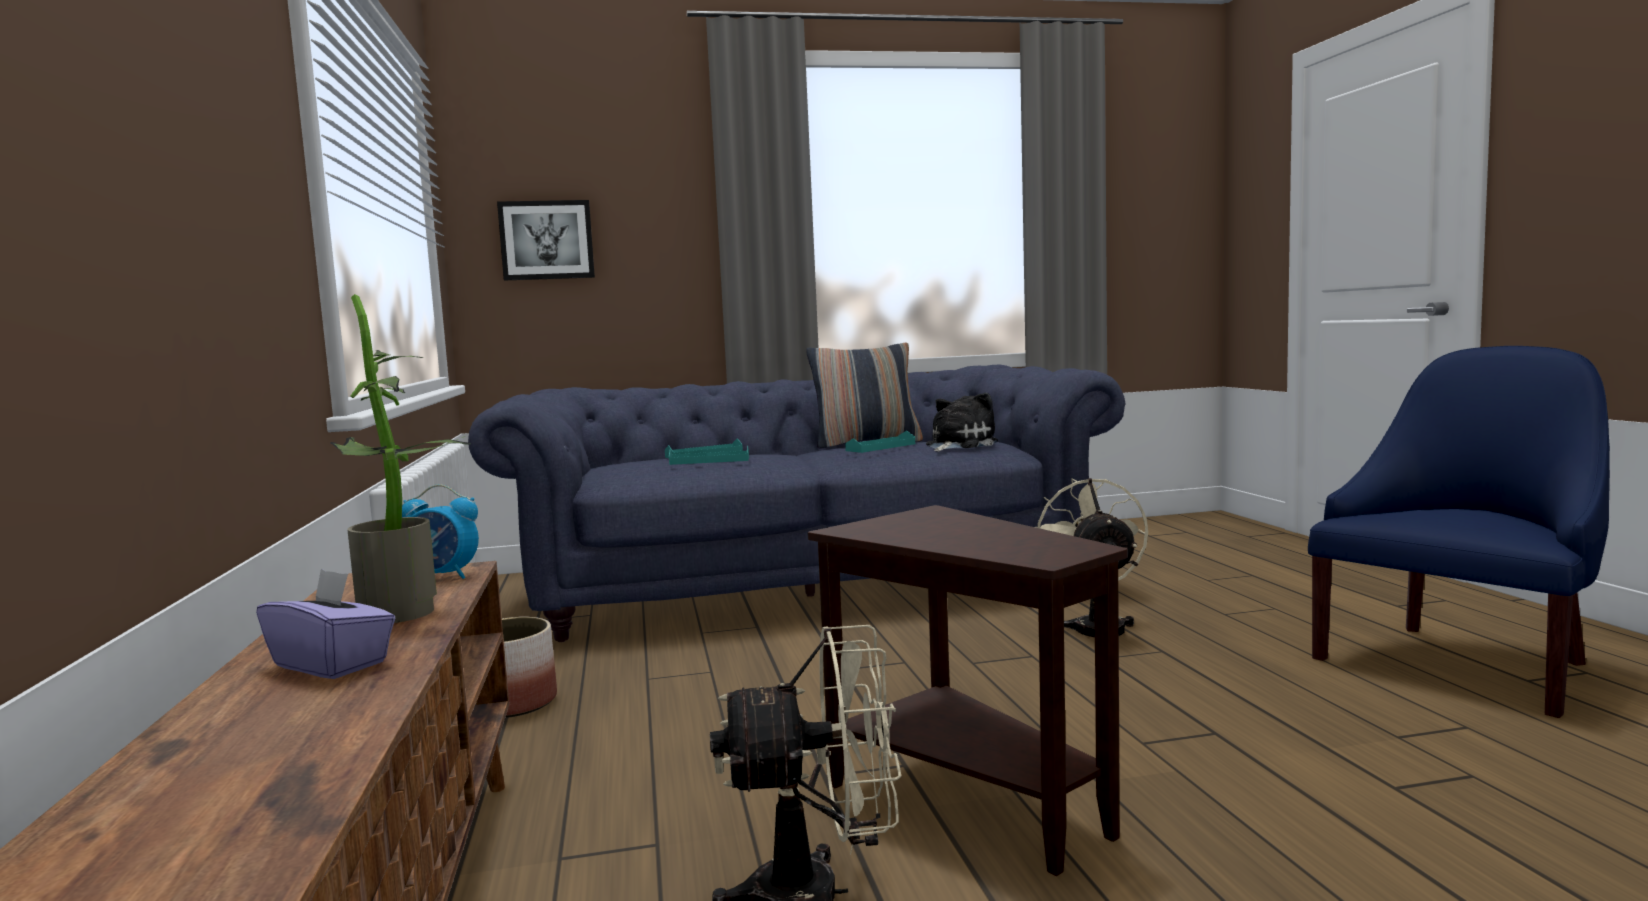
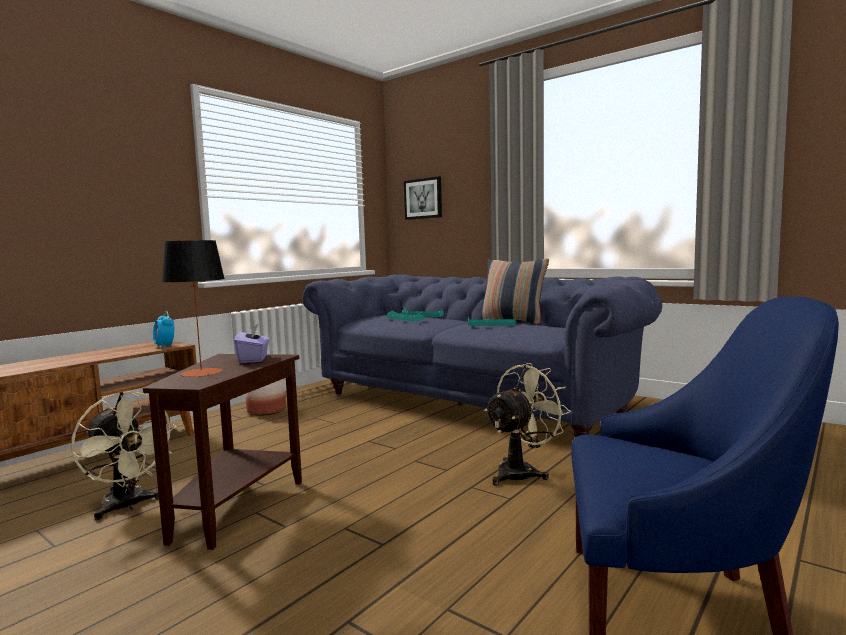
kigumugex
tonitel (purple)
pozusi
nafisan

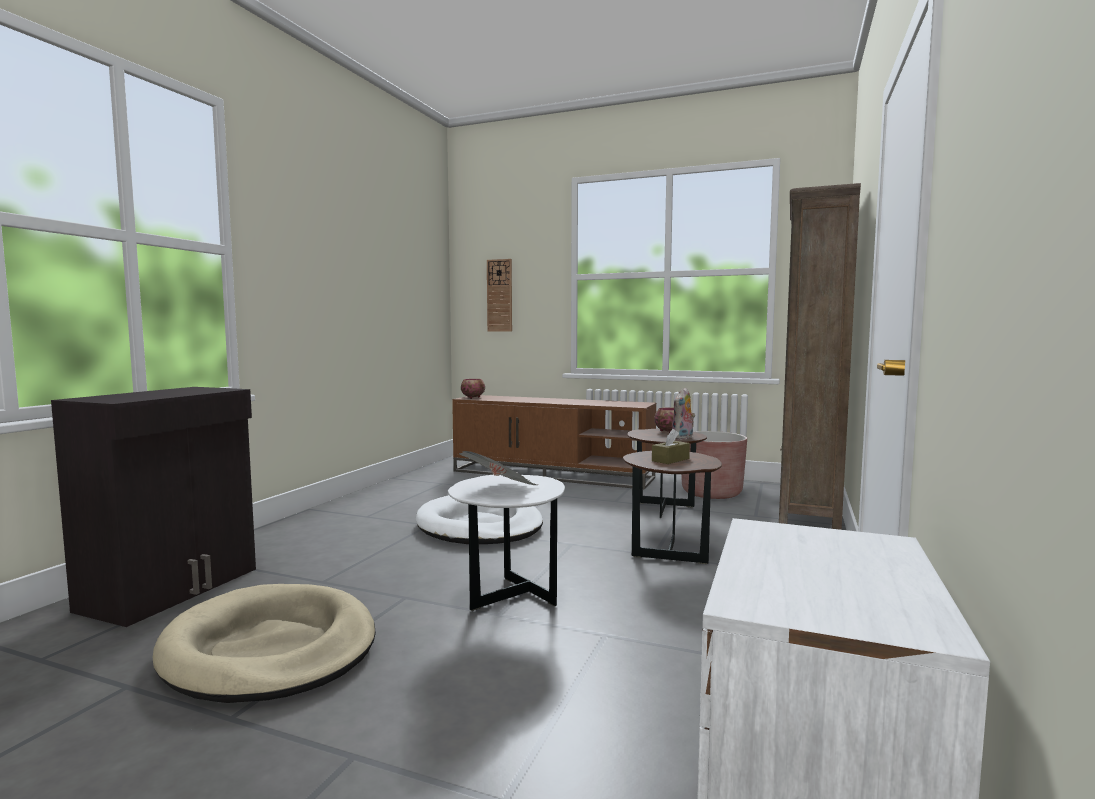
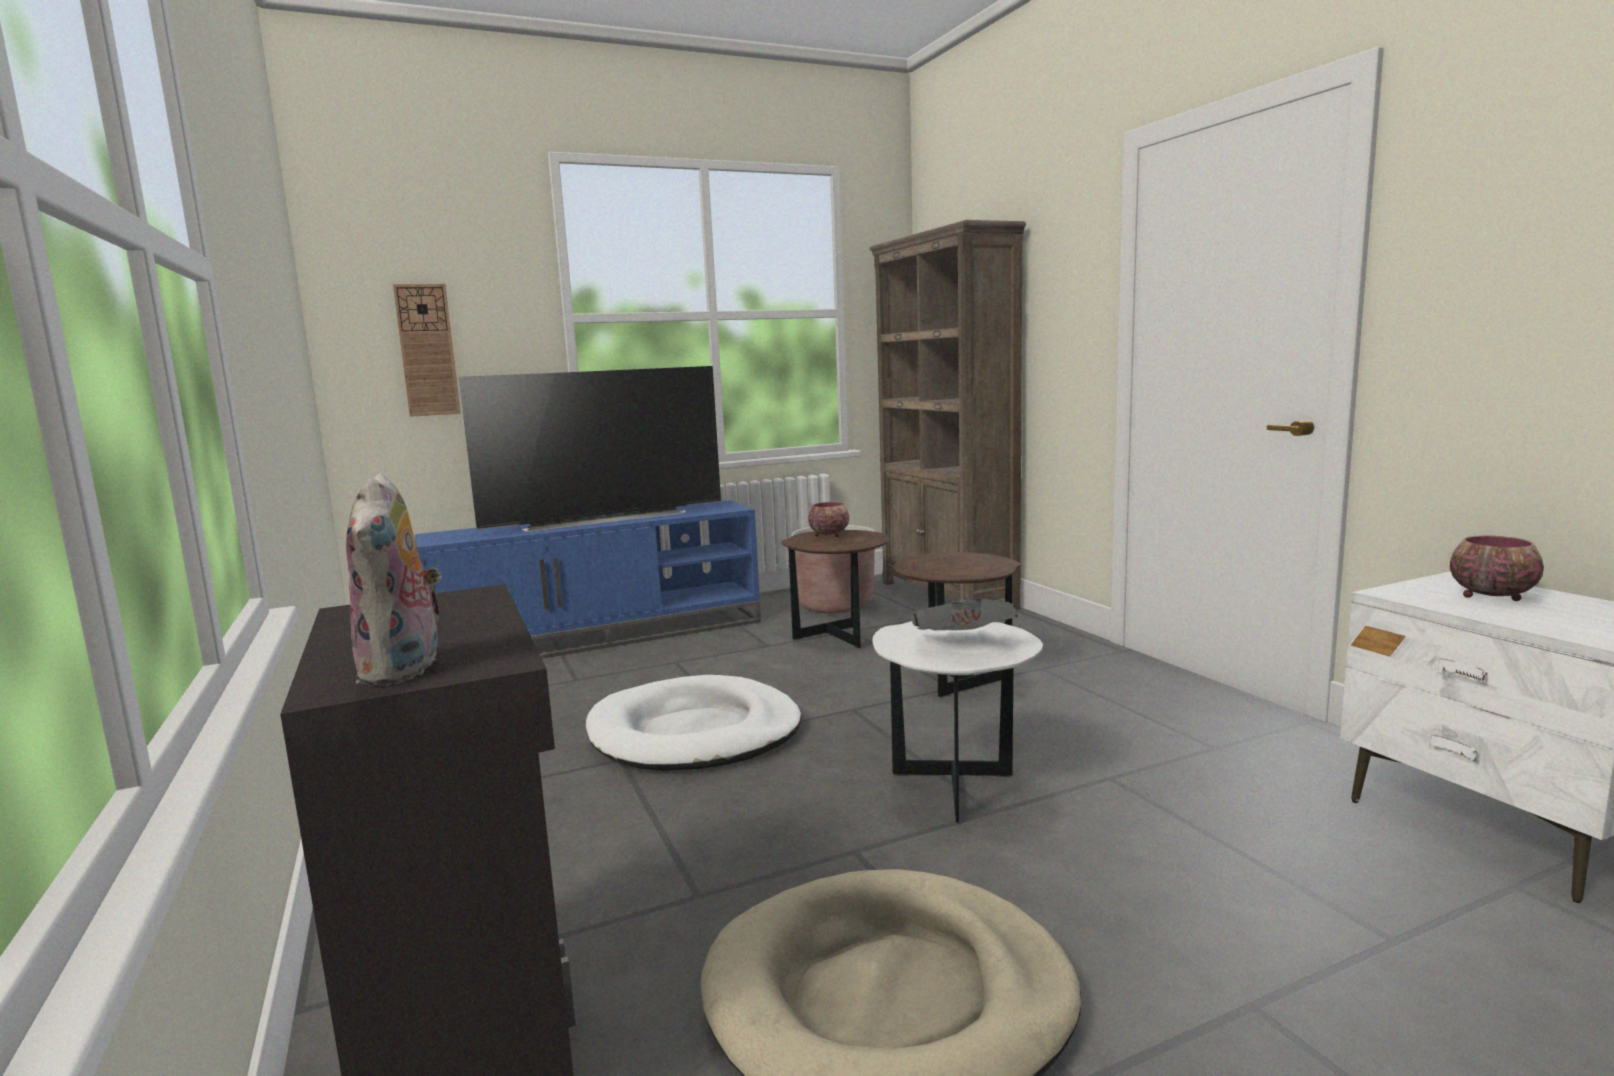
nafisan
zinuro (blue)
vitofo
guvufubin (no. 2 from left)
tonitel (brown)

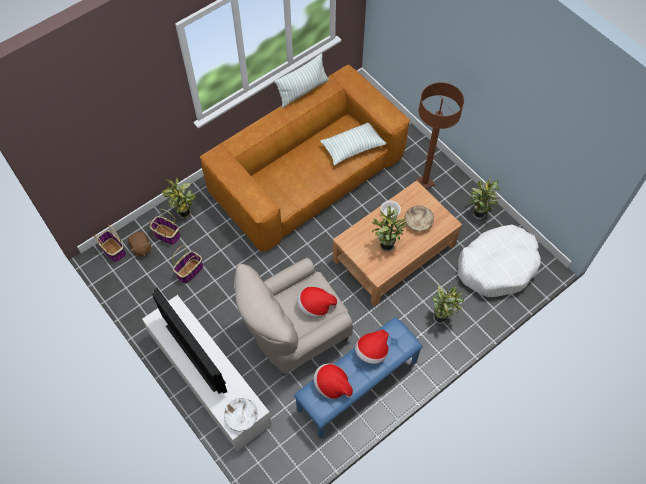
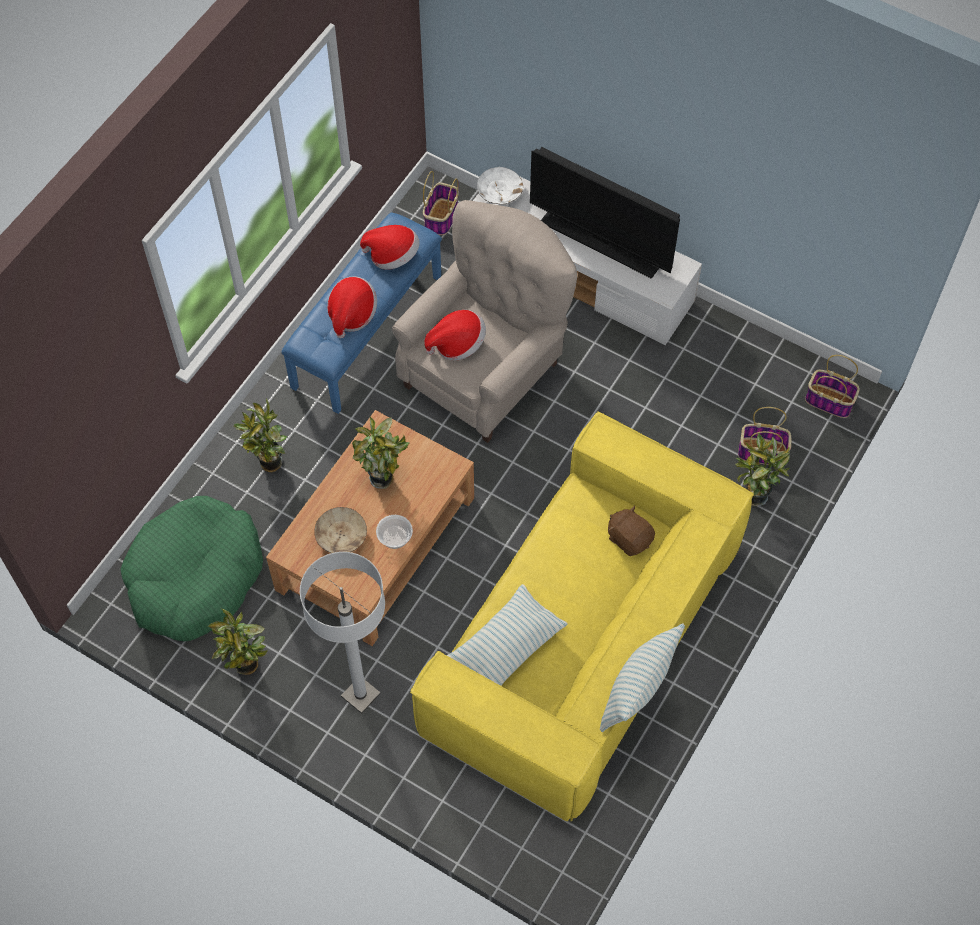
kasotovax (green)
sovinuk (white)
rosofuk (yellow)
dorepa (no. 1 from left)
nafisan (brown)

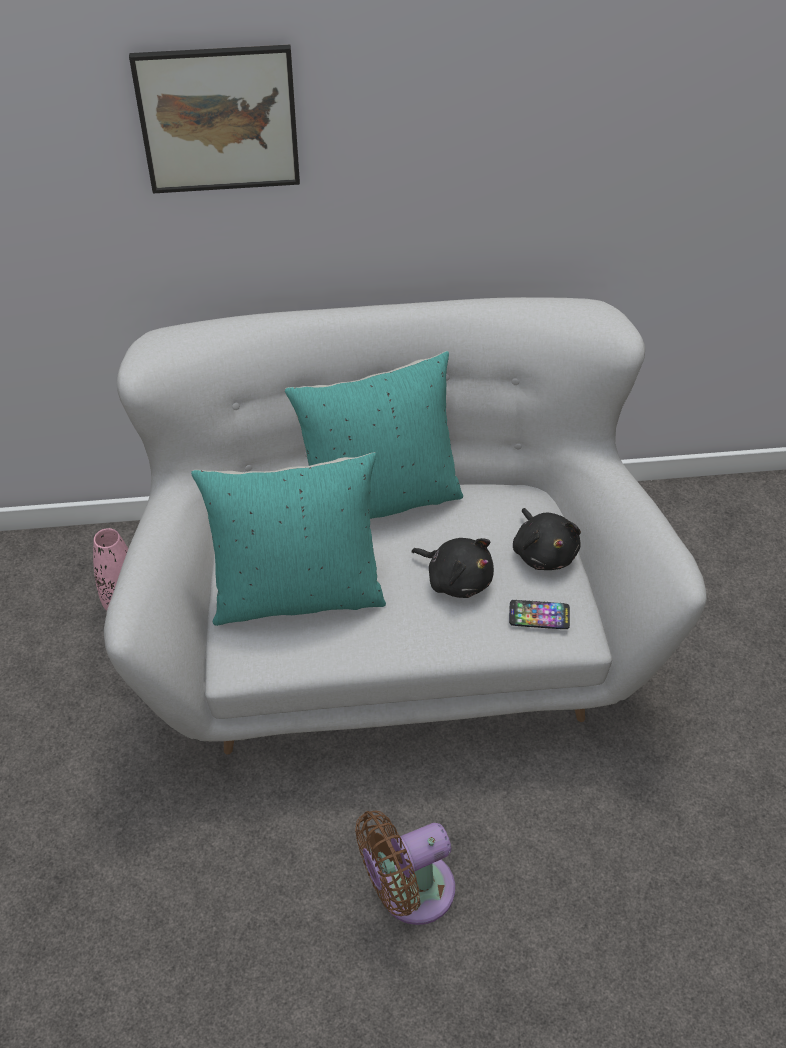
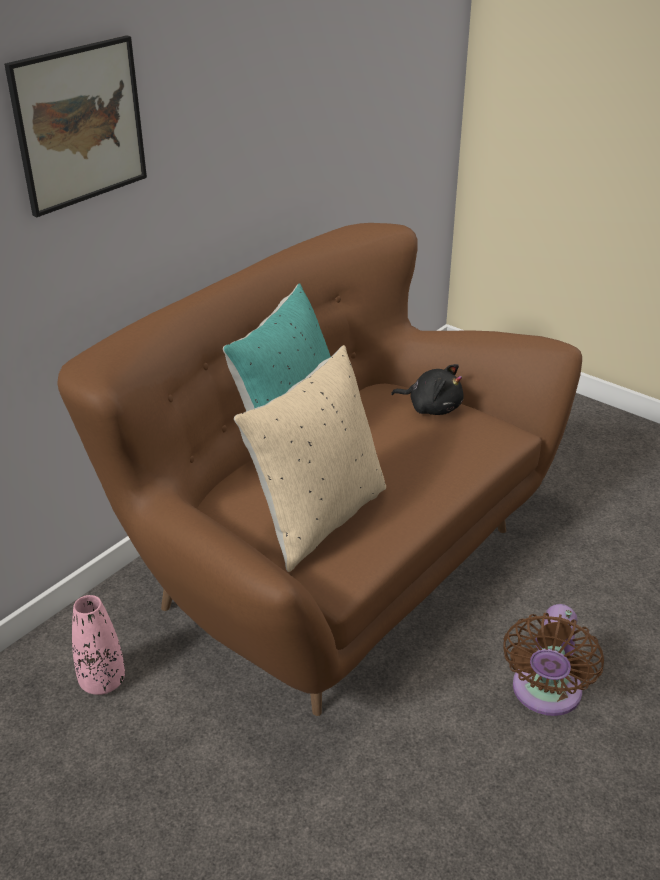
rosofuk (brown)
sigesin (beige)
nafisan (black) (no. 1 from left in the first image)
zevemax

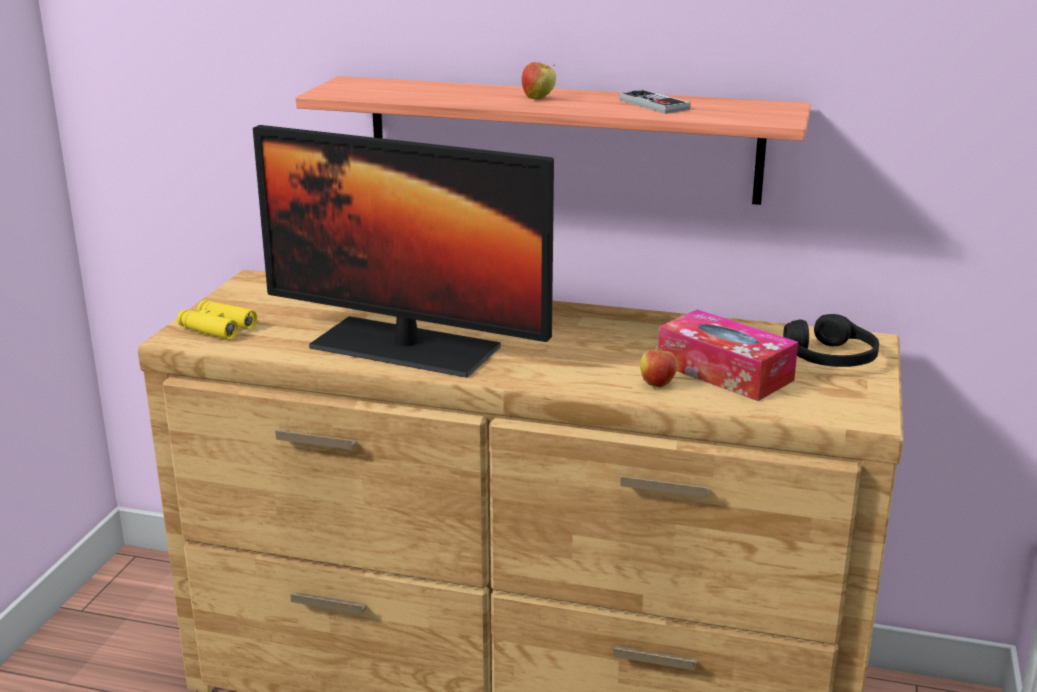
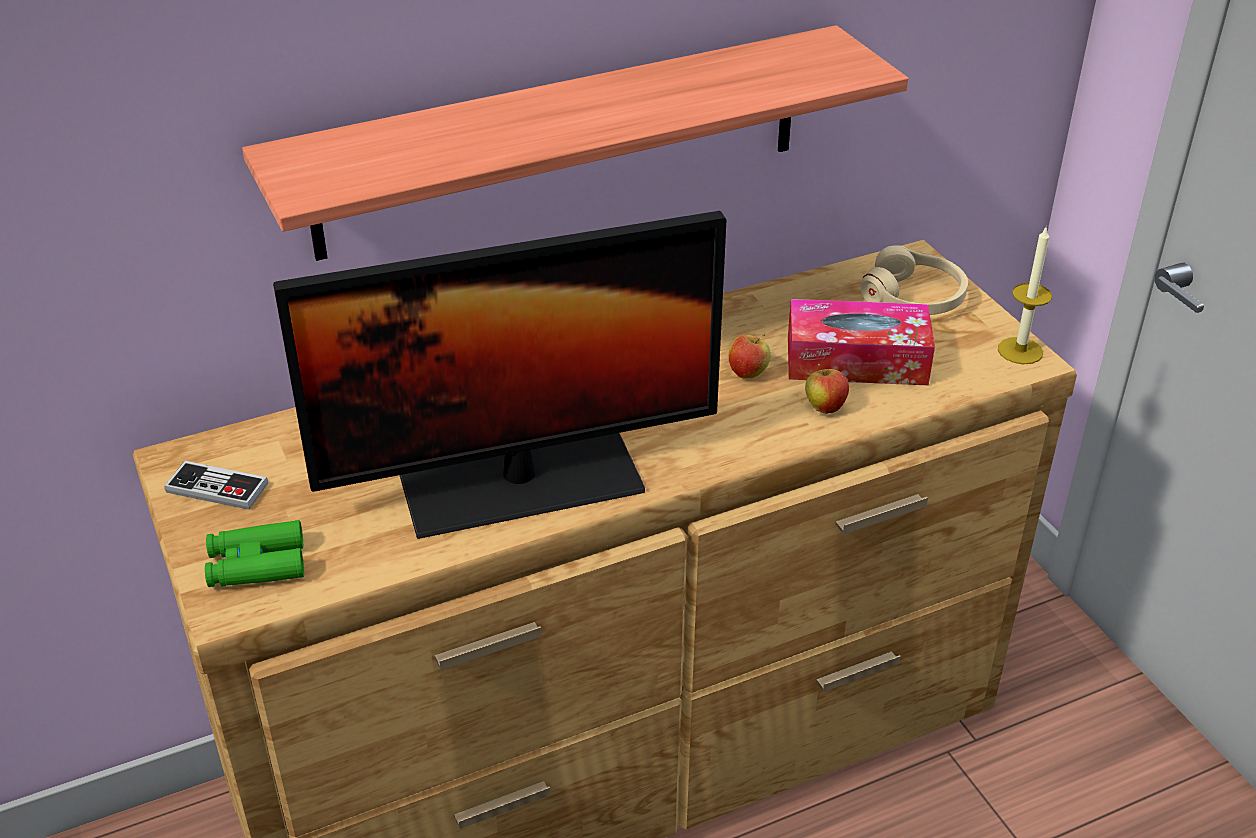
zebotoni
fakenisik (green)
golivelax (no. 1 from left)
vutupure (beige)
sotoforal

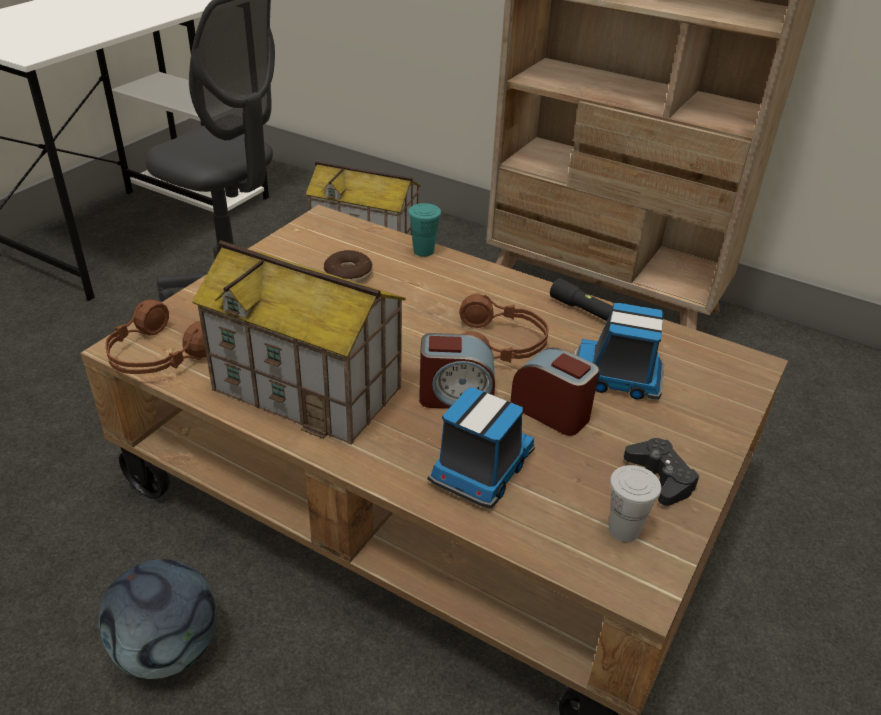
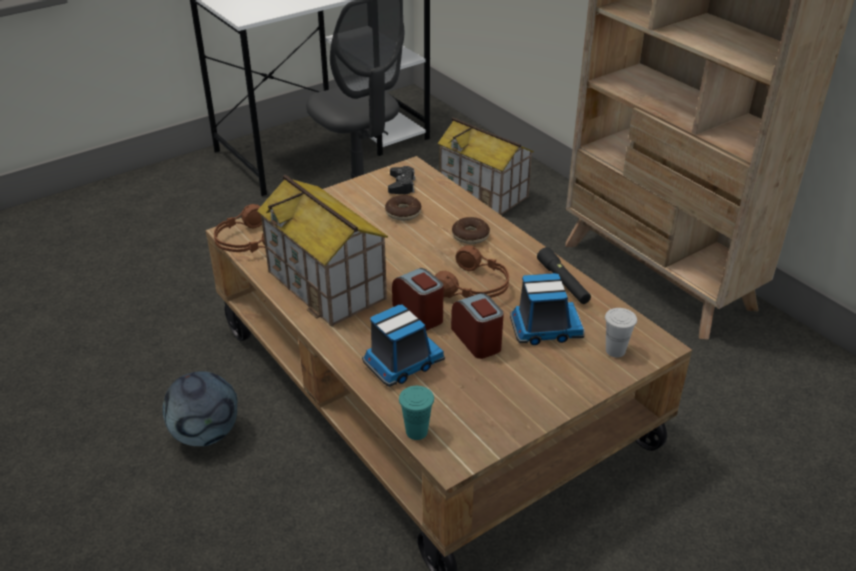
zebotoni (black)
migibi (no. 1 from left)
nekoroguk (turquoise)
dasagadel (no. 2 from left)
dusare (no. 2 from left)
nekoroguk (white)

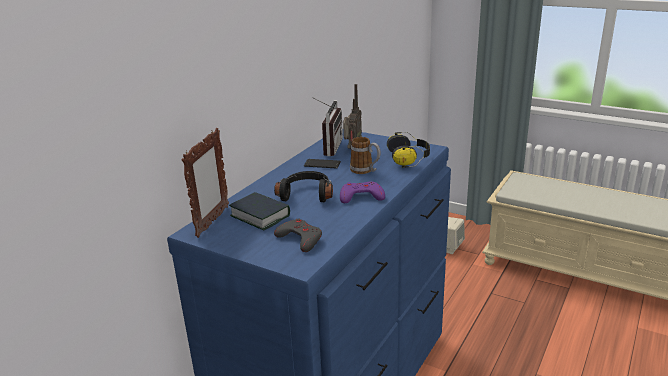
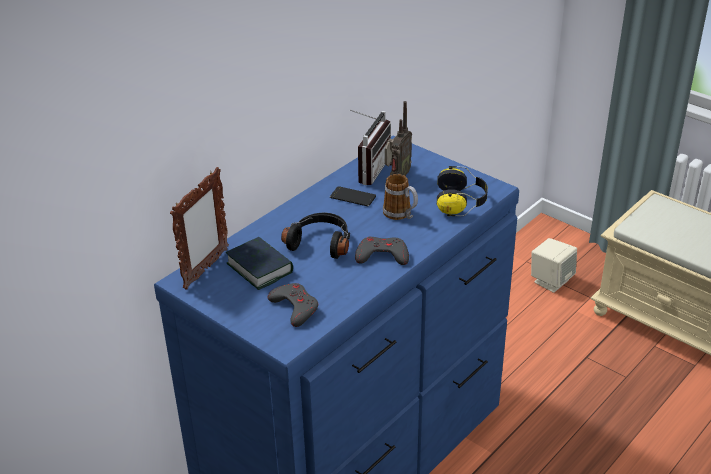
zebotoni (grey) (no. 2 from left)

